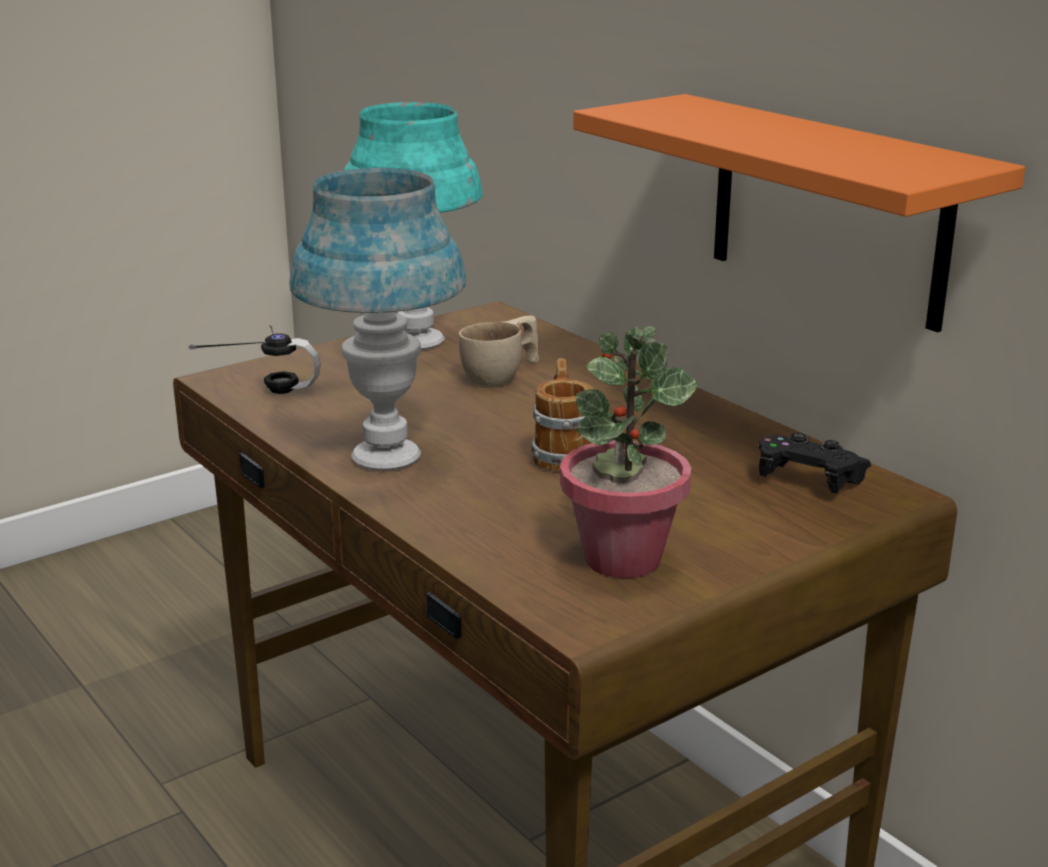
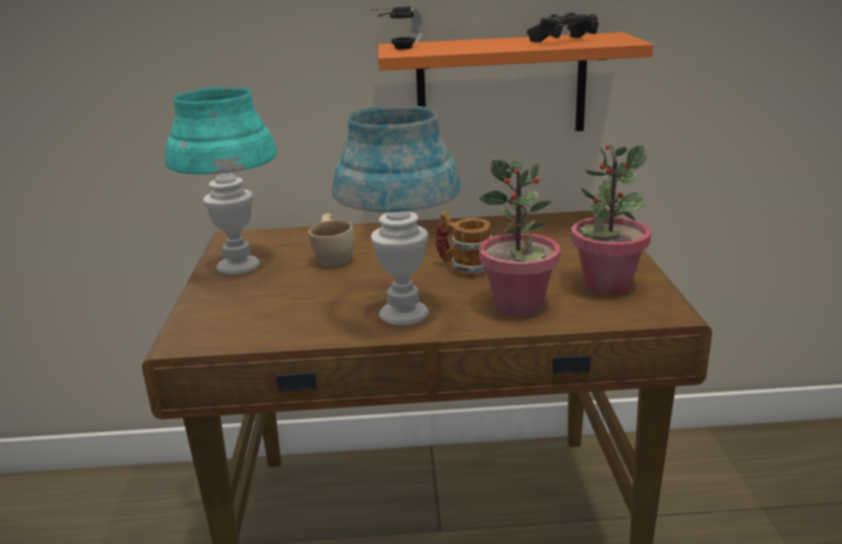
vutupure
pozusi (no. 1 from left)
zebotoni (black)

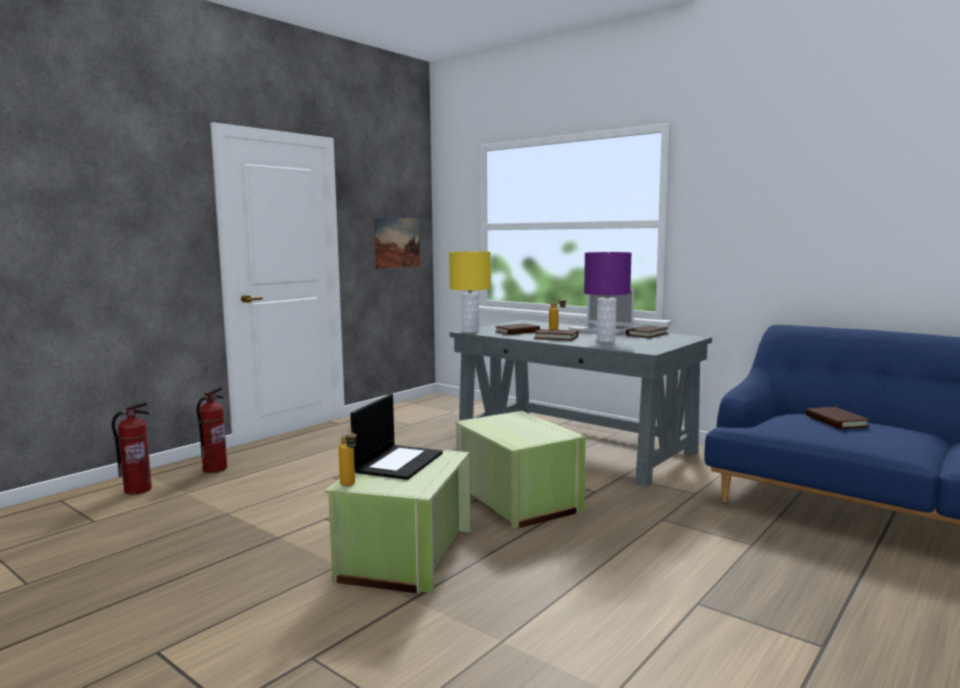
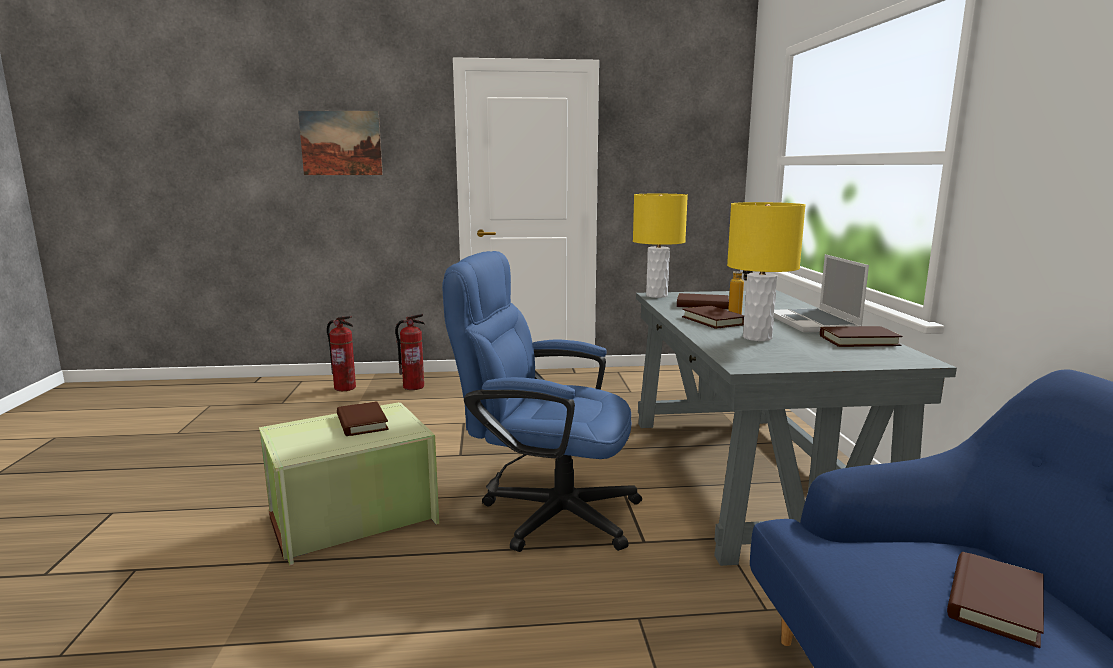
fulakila
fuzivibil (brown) (no. 1 from left)
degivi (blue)
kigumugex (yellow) (no. 2 from left)
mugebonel (no. 1 from left in the first image)

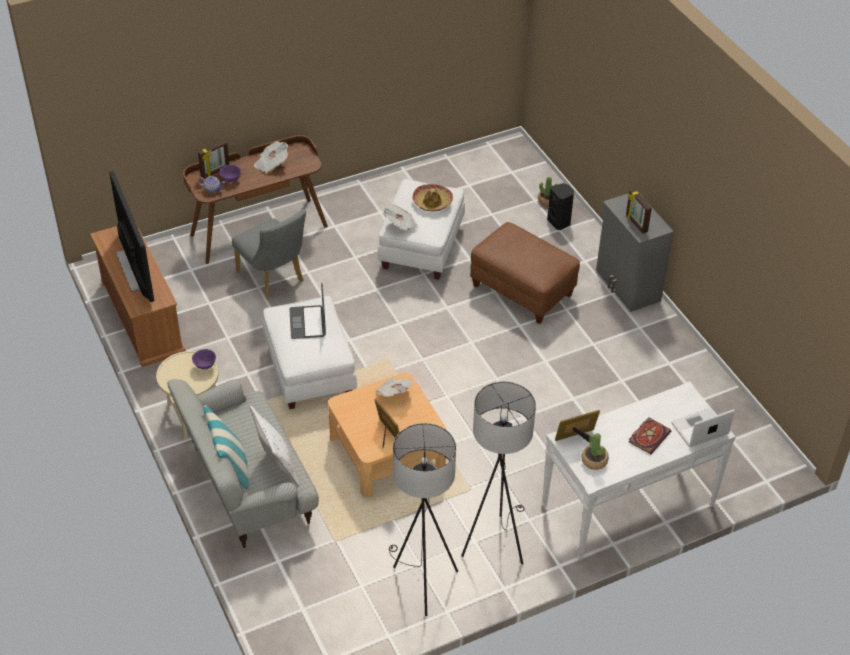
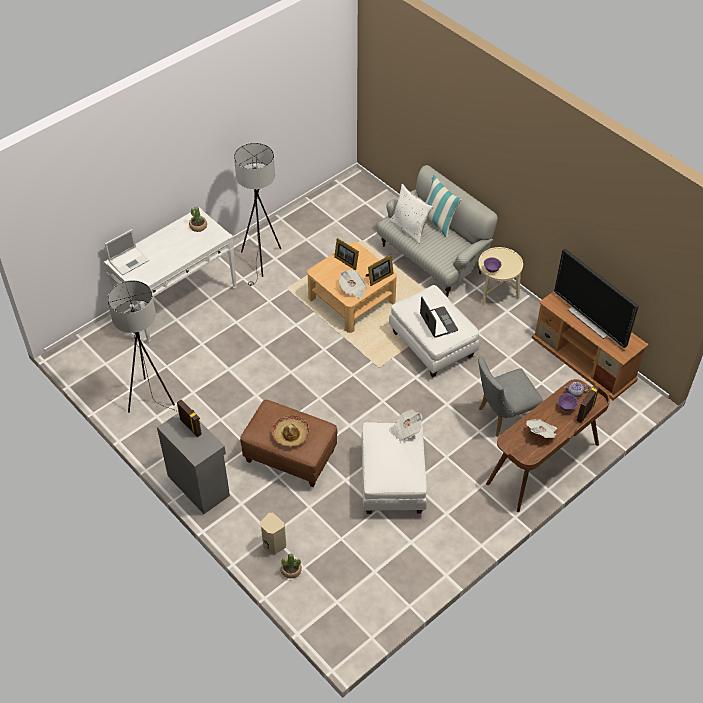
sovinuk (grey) (no. 1 from left)
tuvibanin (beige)
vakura
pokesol (no. 3 from left)
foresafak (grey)
fuzivibil

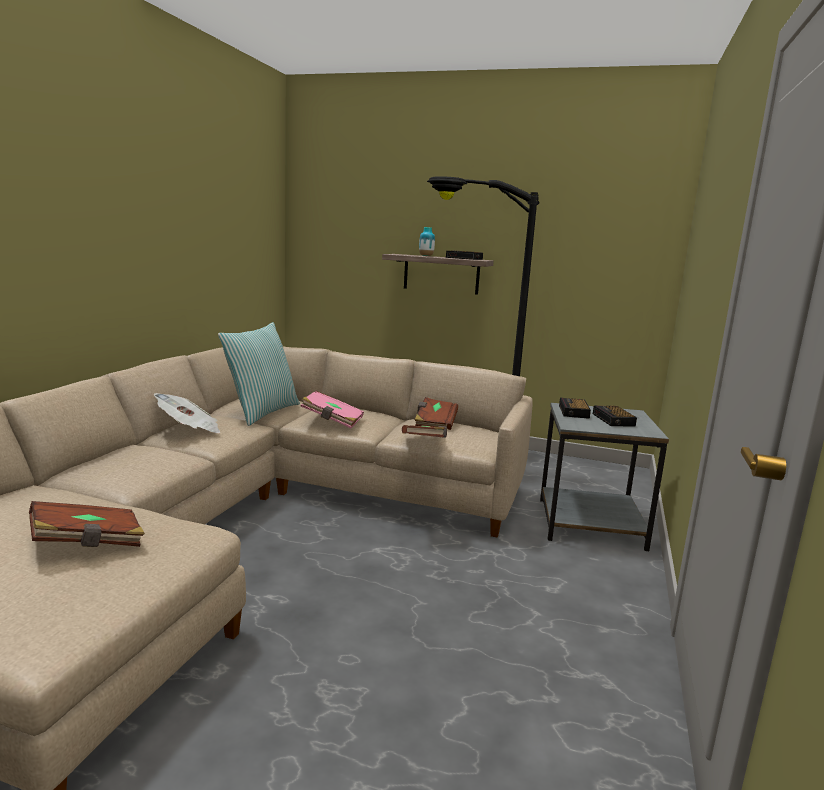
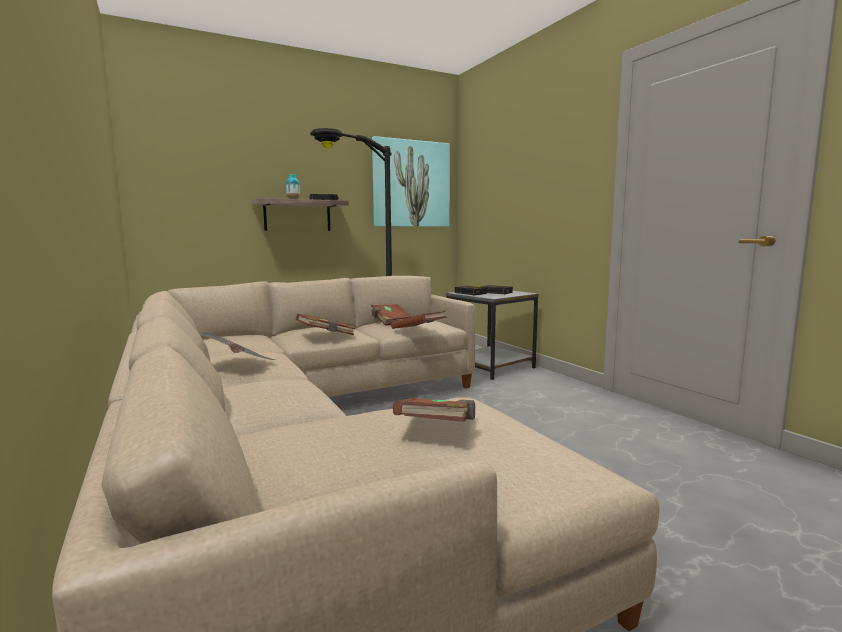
fuzivibil (brown) (no. 1 from left)
fulakila
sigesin

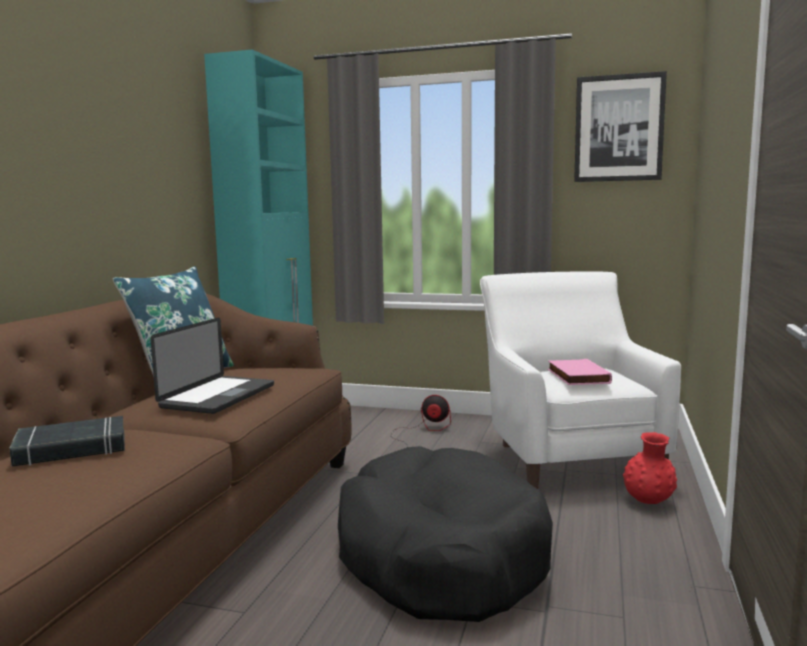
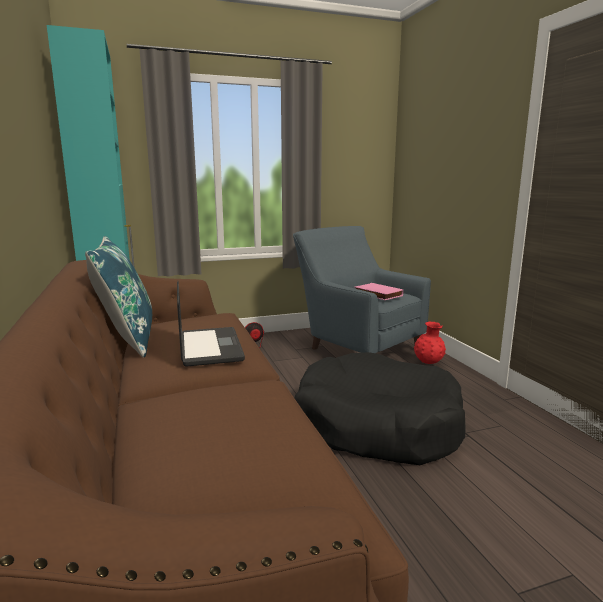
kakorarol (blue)
fuzivibil (black)
fulakila

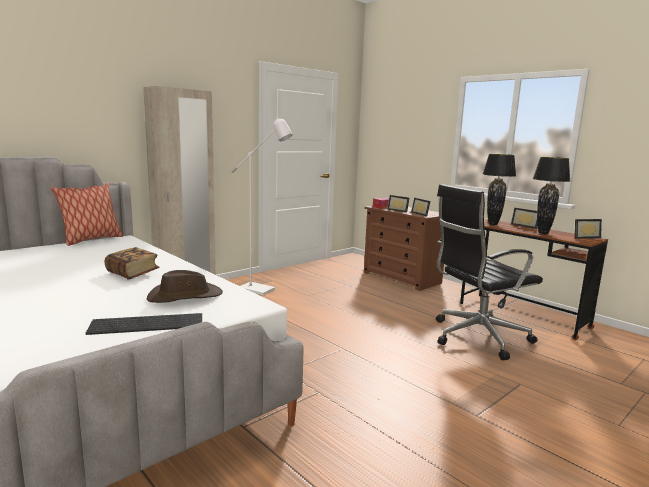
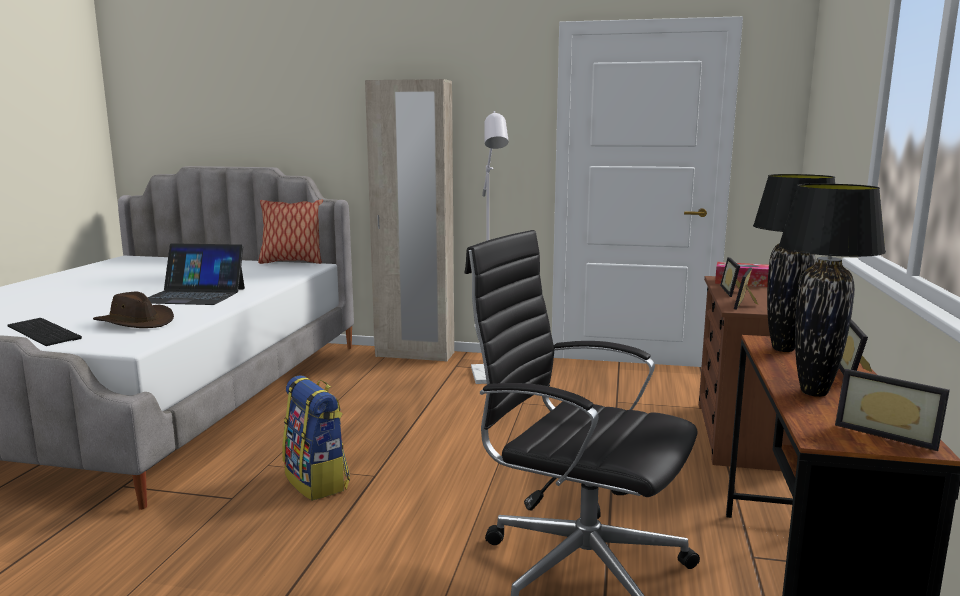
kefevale
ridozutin

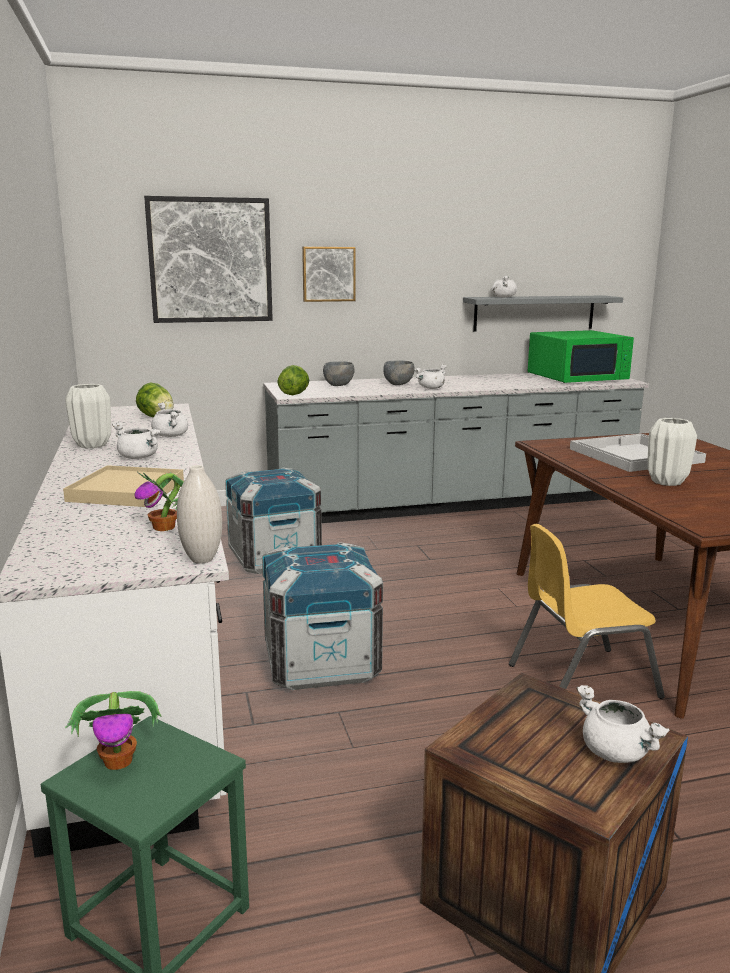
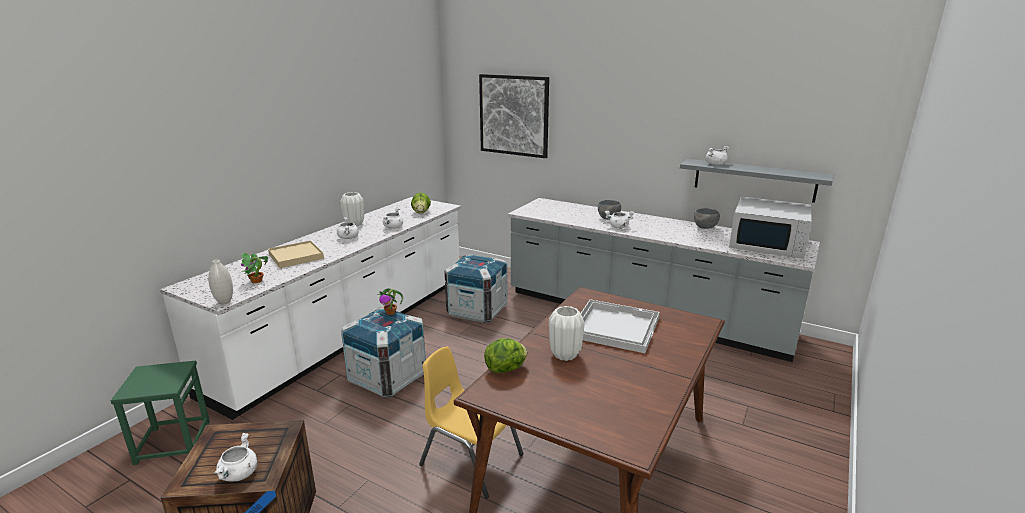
pozusi (no. 2 from left)
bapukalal (no. 2 from left)
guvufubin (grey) (no. 2 from left)
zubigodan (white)
fulakila (no. 2 from left in the first image)

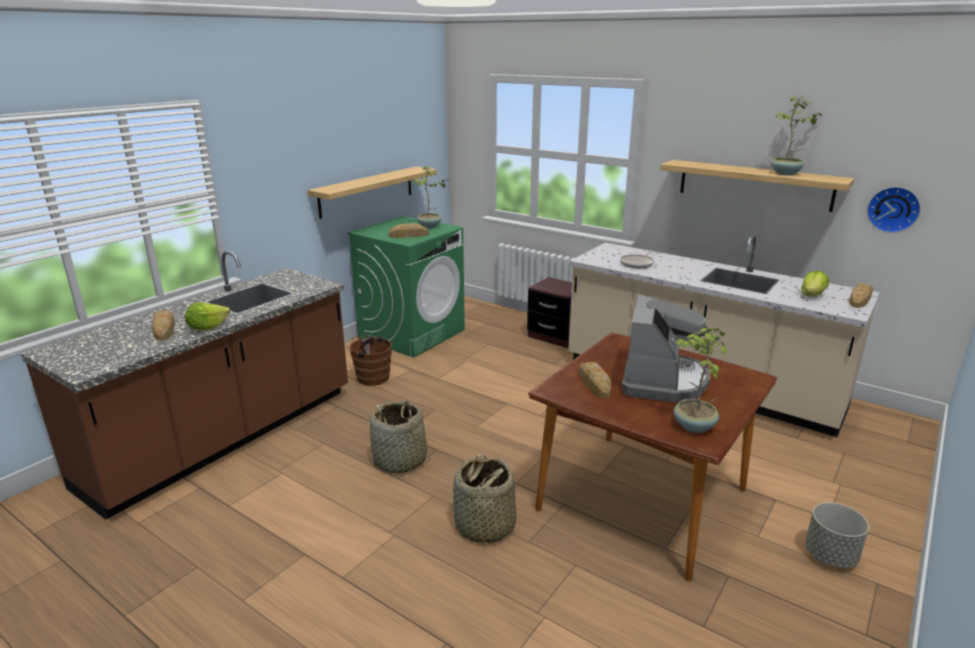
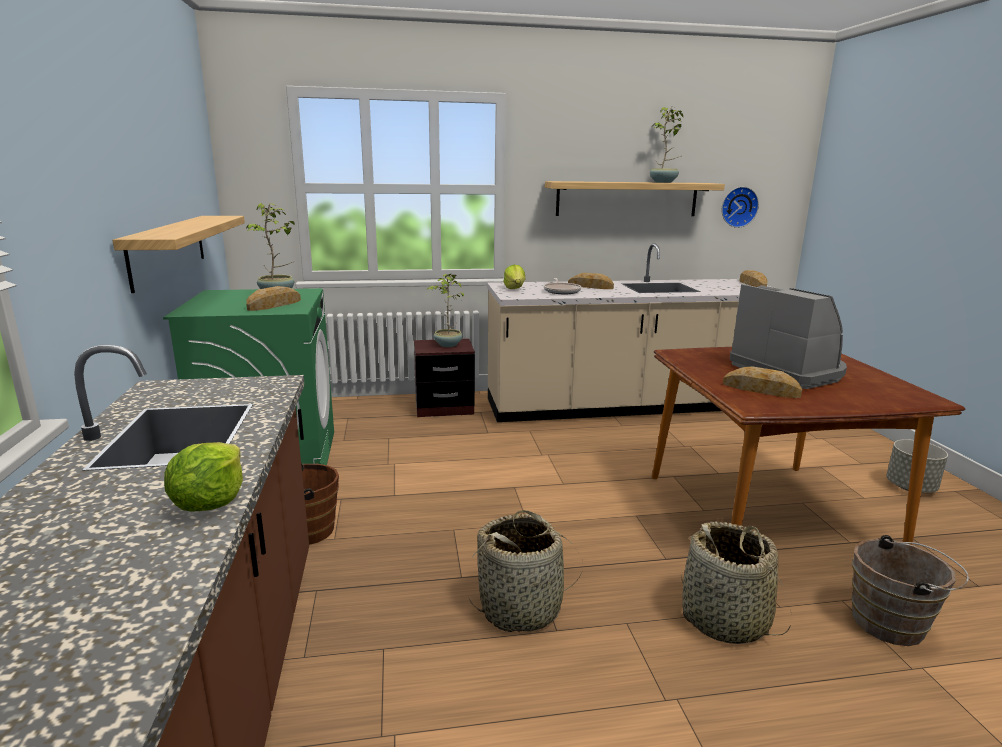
pozusi (no. 2 from left)
bapukalal (no. 2 from left)
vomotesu (no. 2 from left)
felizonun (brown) (no. 2 from left)

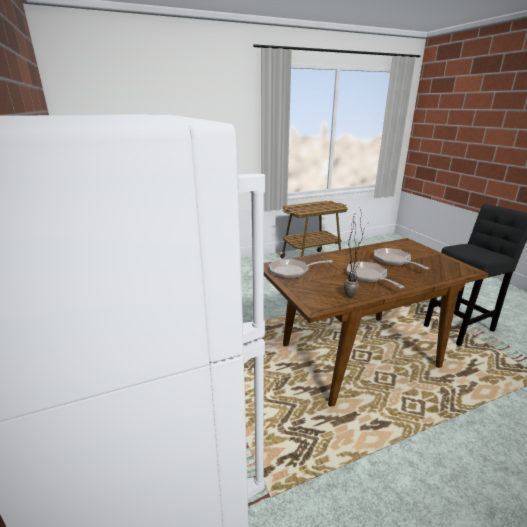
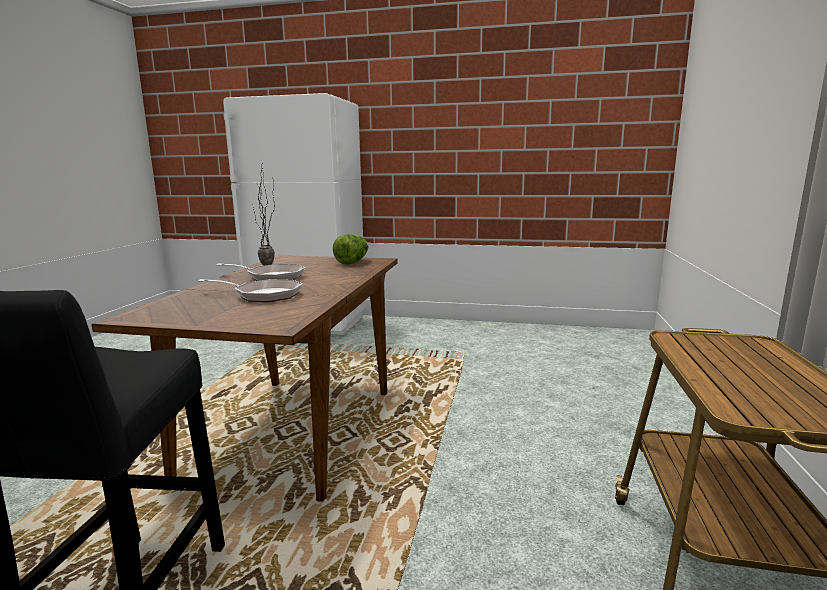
bapukalal

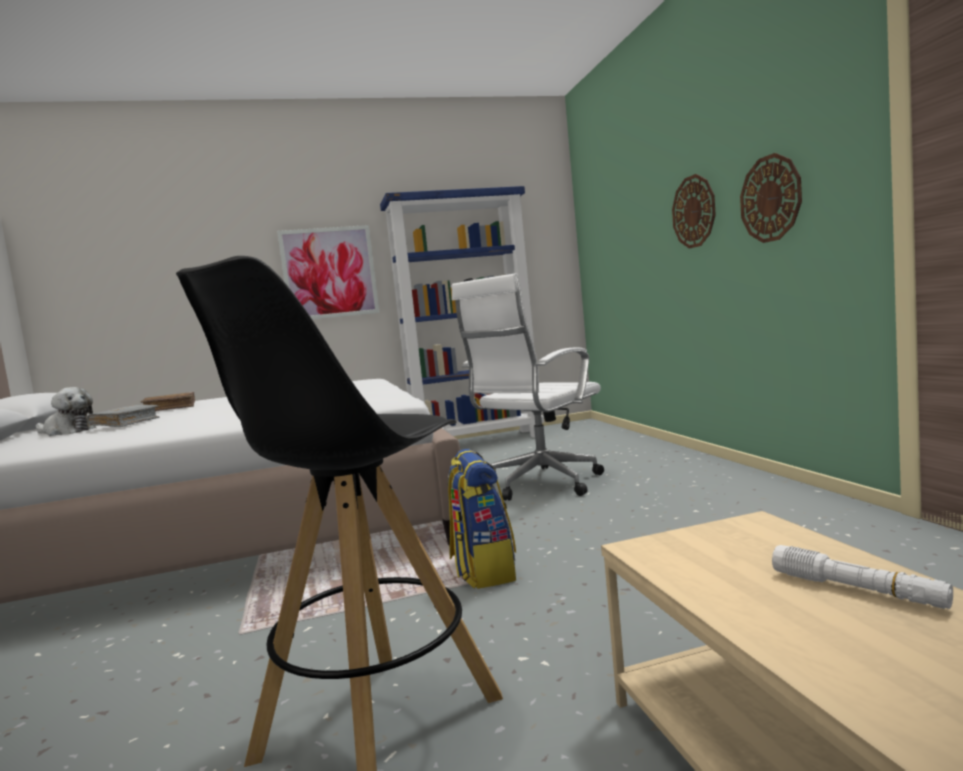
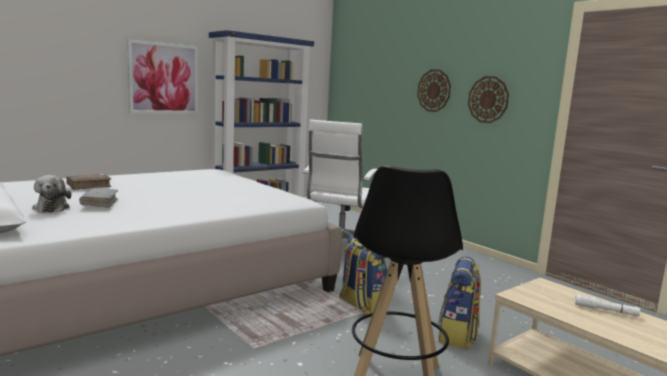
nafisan
ridozutin (no. 2 from left)

